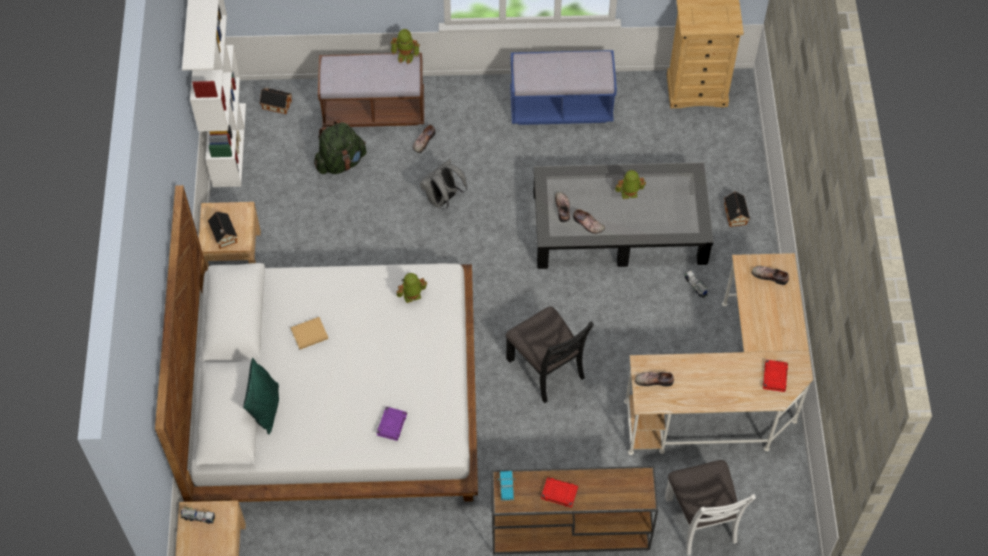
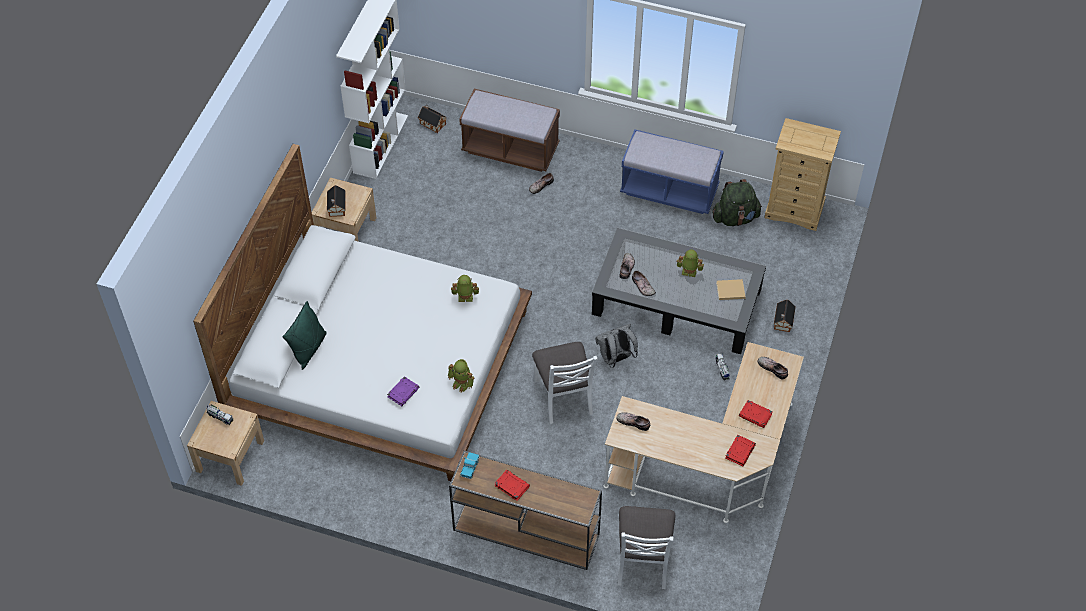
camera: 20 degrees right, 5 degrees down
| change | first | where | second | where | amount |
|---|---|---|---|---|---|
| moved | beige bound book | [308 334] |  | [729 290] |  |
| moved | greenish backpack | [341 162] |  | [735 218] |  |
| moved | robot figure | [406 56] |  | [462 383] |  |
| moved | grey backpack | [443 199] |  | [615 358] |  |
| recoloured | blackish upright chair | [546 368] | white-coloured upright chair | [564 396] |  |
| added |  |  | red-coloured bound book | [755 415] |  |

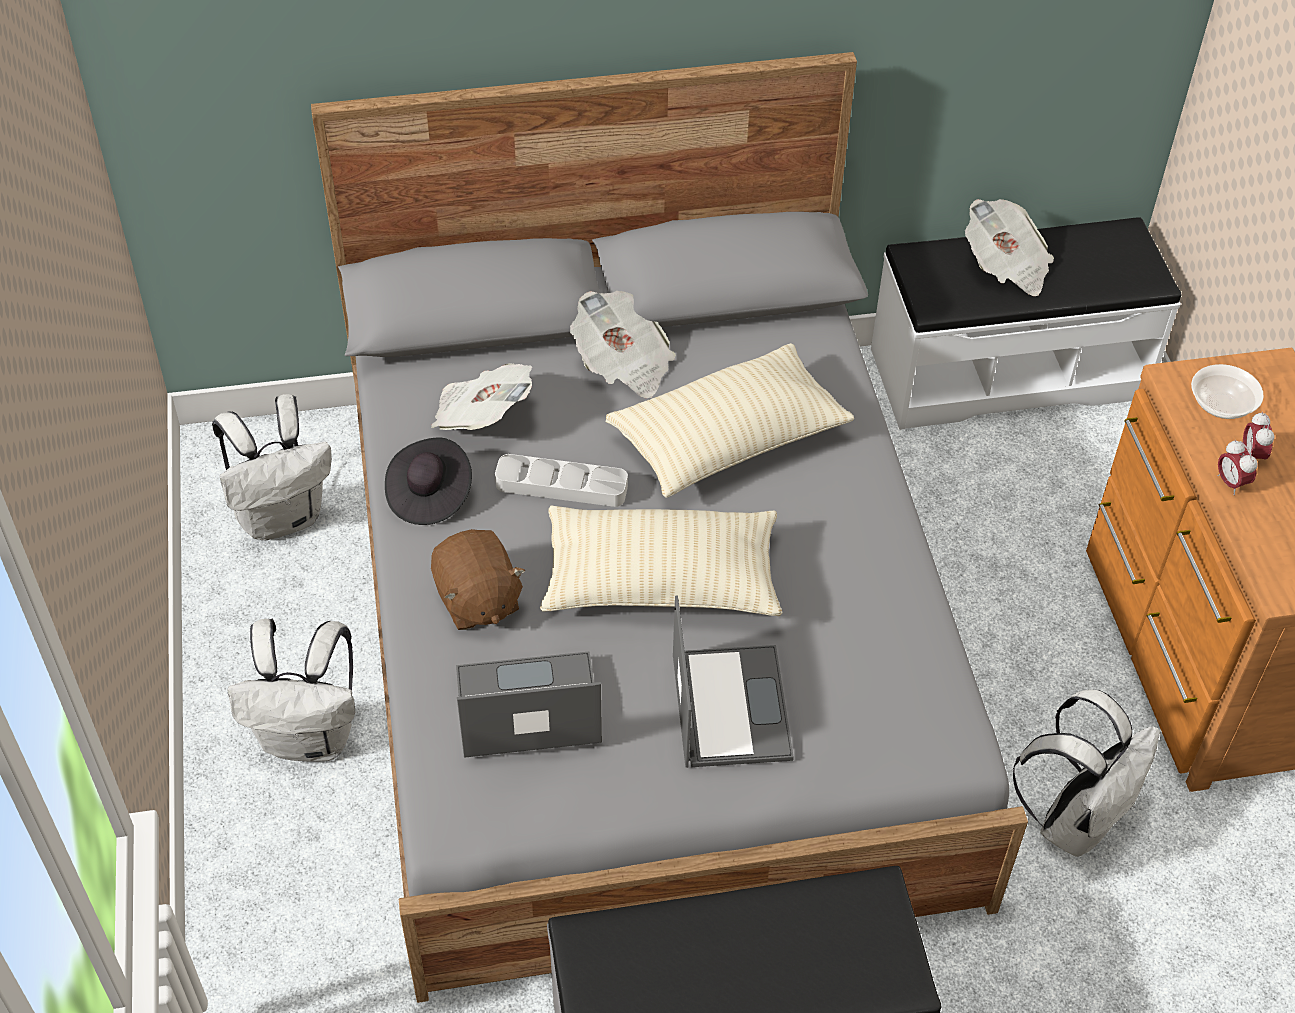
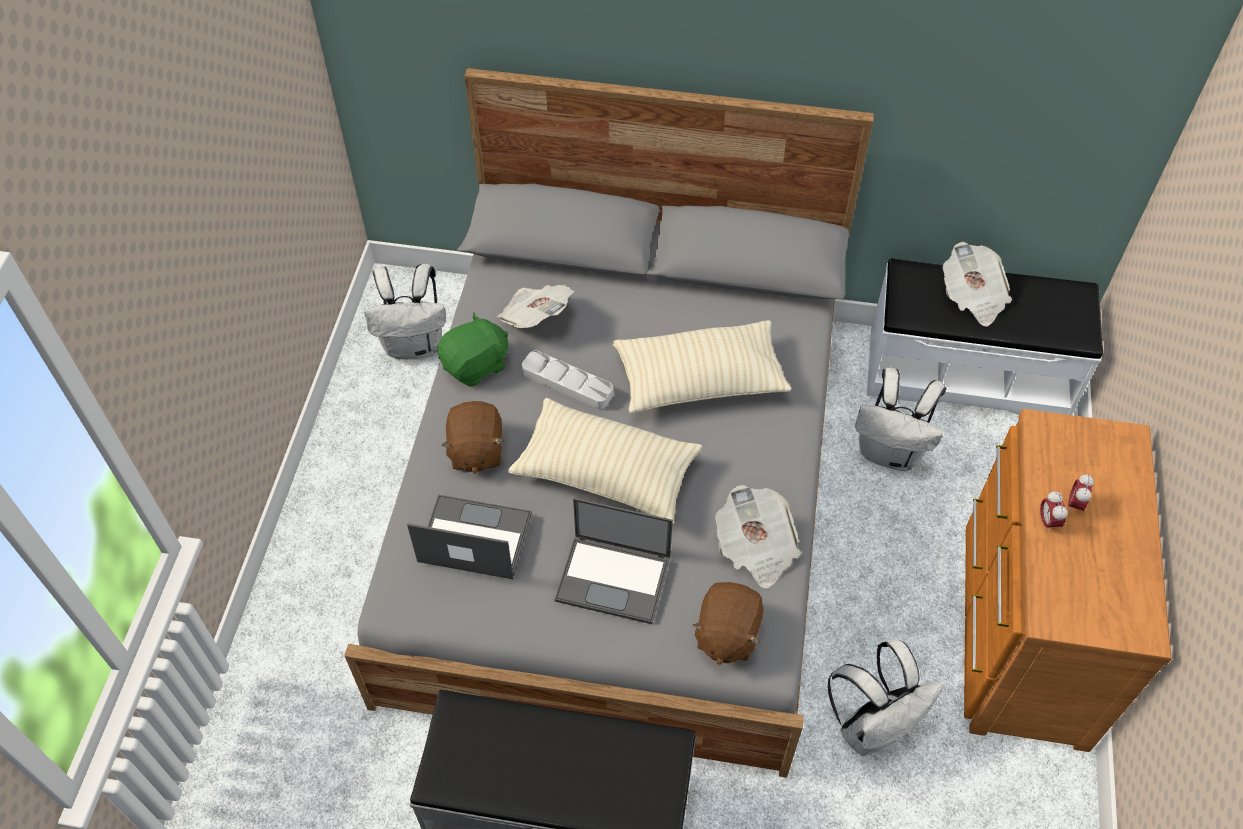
camera: 20 degrees right, 5 degrees up
| change | first | where | second | where | amount |
|---|---|---|---|---|---|
| moved | white-coloured backpack | [310 737] |  | [890 452] |  |
| replaced | blackish hat | [429 495] | greenish cuddly toy | [476 365] |  |
| moved | daily paper | [623 364] |  | [756 548] |  |
| turned | notebook computer | [730 705] |  | [615 578] | 90 degrees clockwise |
| removed | deep dish | [1221 405] |  |  |  |
| added |  |  | brownish cuddly toy | [726 634] |  |

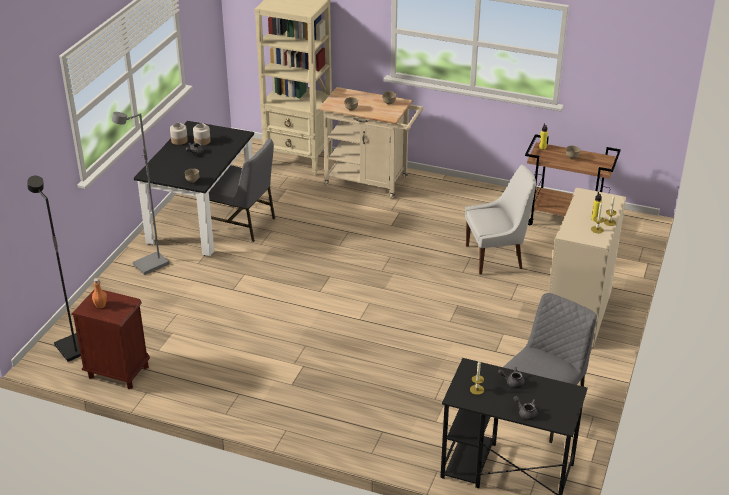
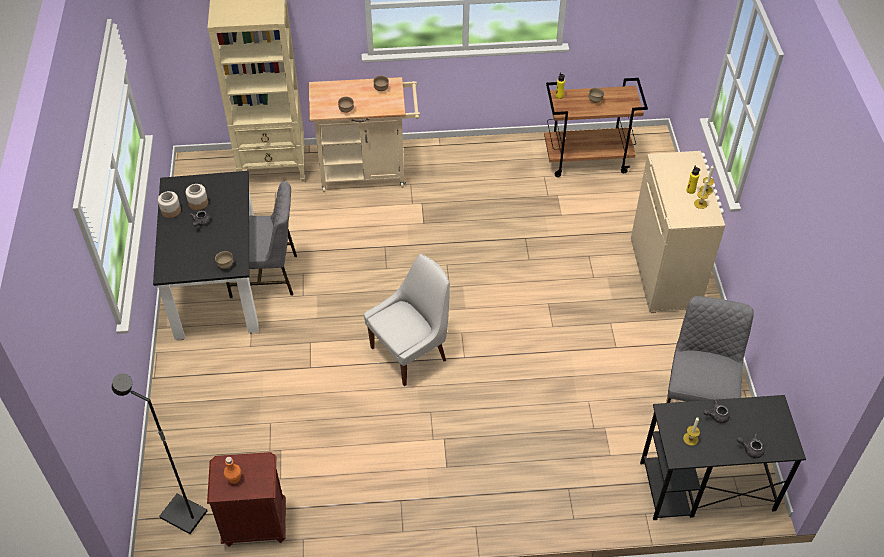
camera: 25 degrees left, 15 degrees up
| change | first | where | second | where | amount |
|---|---|---|---|---|---|
| removed | grey standard lamp | [151 265] |  |  |  |
| moved | white-coloured upright chair | [496 257] |  | [411 352] |  |

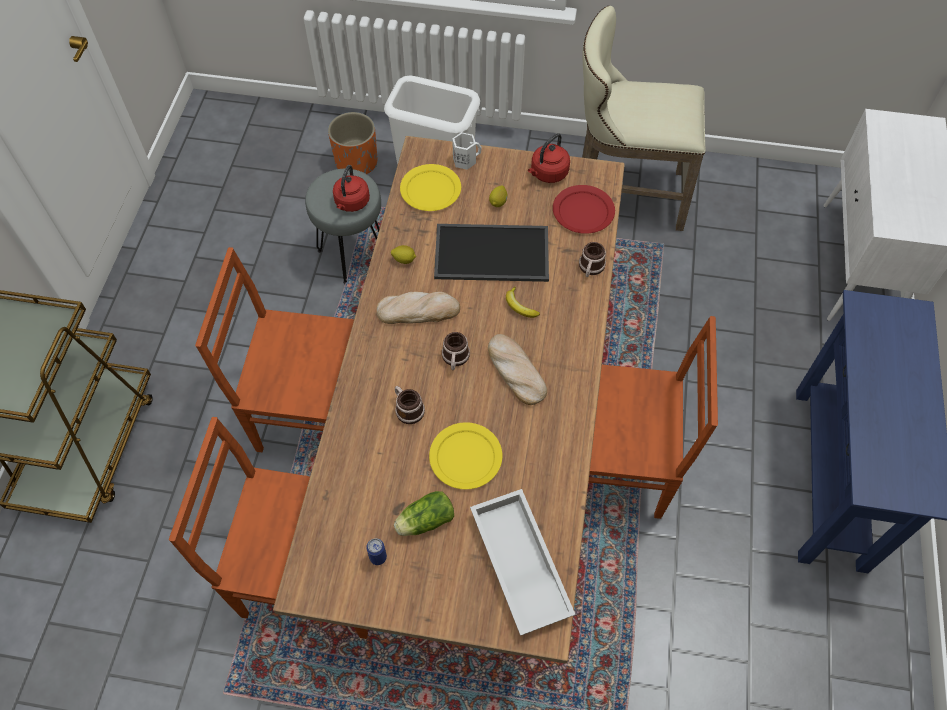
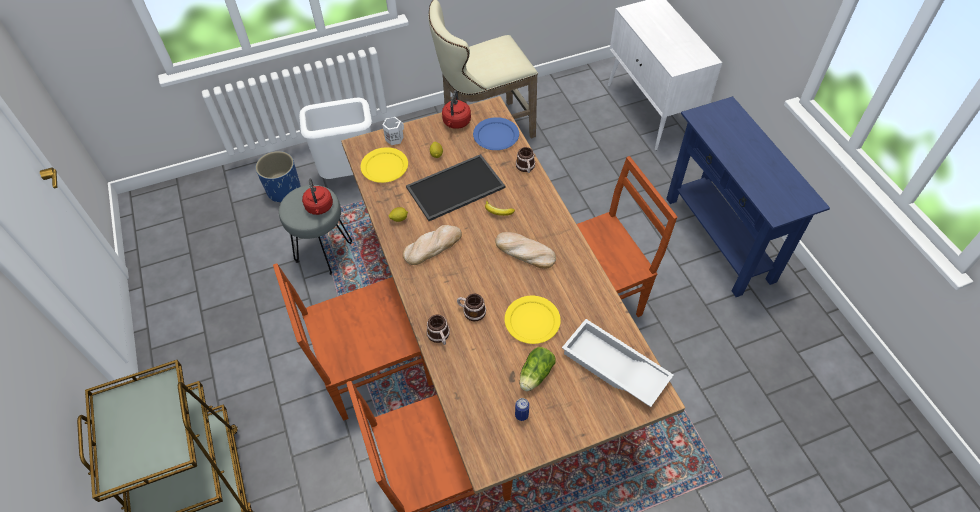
camera: 30 degrees left, 5 degrees down
| change | first | where | second | where | amount |
|---|---|---|---|---|---|
| recoloured | orange plant pot | [356 162] | bluish plant pot | [284 190] |  |
| moved | coffee mug | [455 359] |  | [439 336] |  |
| recoloured | red-coloured flat dish | [583 211] | bluish flat dish | [496 135] |  |

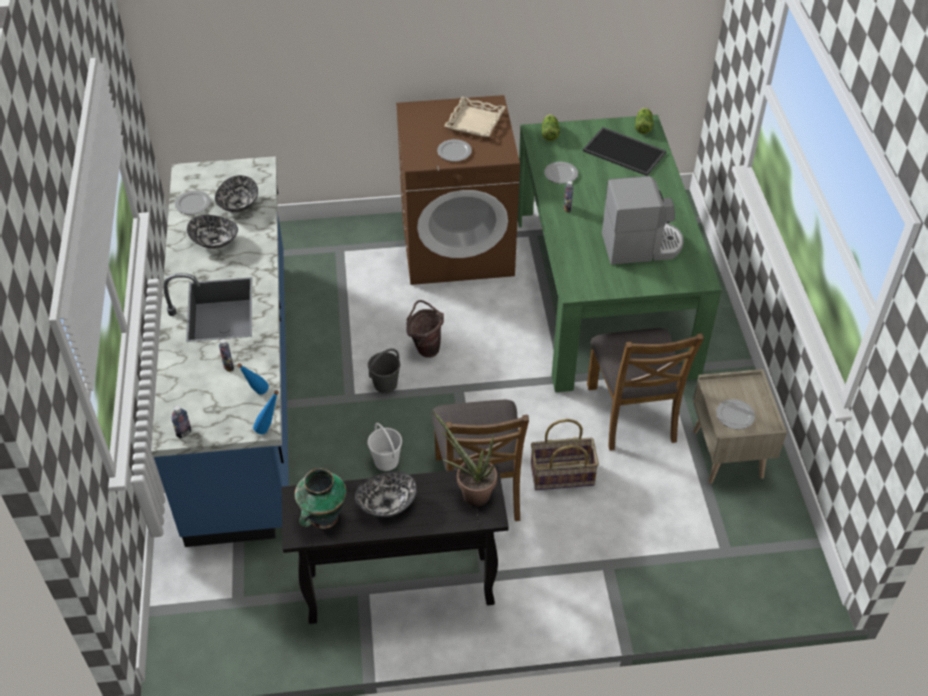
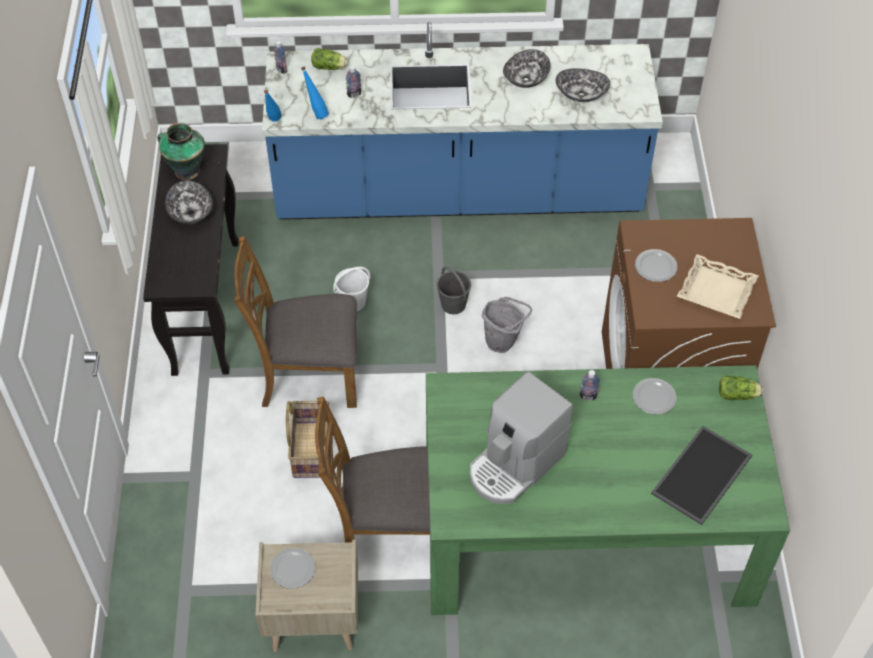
camera: 95 degrees right, 5 degrees up
| change | first | where | second | where | amount |
|---|---|---|---|---|---|
| removed | flat dish | [192 204] |  |  |  |
| recoloured | brownish pail | [425 347] | grey pail | [503 342] |  |
| removed | potted plant | [470 492] |  |  |  |
| turned | coffee maker | [641 245] |  | [515 465] | 45 degrees clockwise |
| moved | lettuce | [643 126] |  | [330 67] |  |

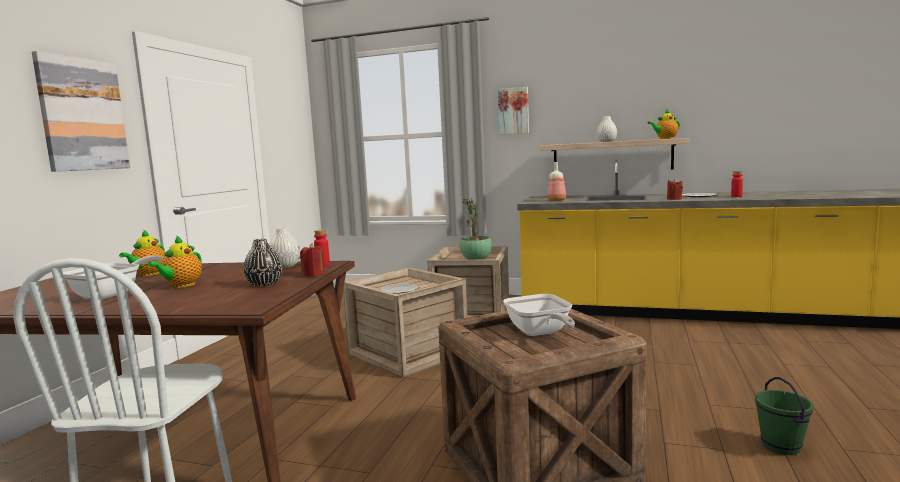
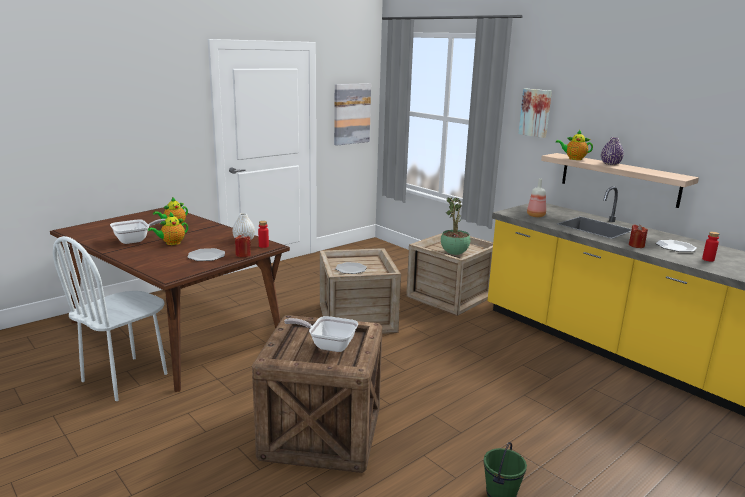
camera: 30 degrees right, 10 degrees up
| change | first | where | second | where | amount |
|---|---|---|---|---|---|
| moved | picture | [82 114] |  | [351 114] |  |
| replaced | blackish flower vase | [264 284] | flat dish | [206 256] |  |
| turned | frying pan | [540 333] |  | [328 345] | 90 degrees clockwise |
| recoloured | white-coloured flower vase | [606 141] | purple flower vase | [610 164] |  |
| moved | pot for tea | [665 138] |  | [573 159] |  |

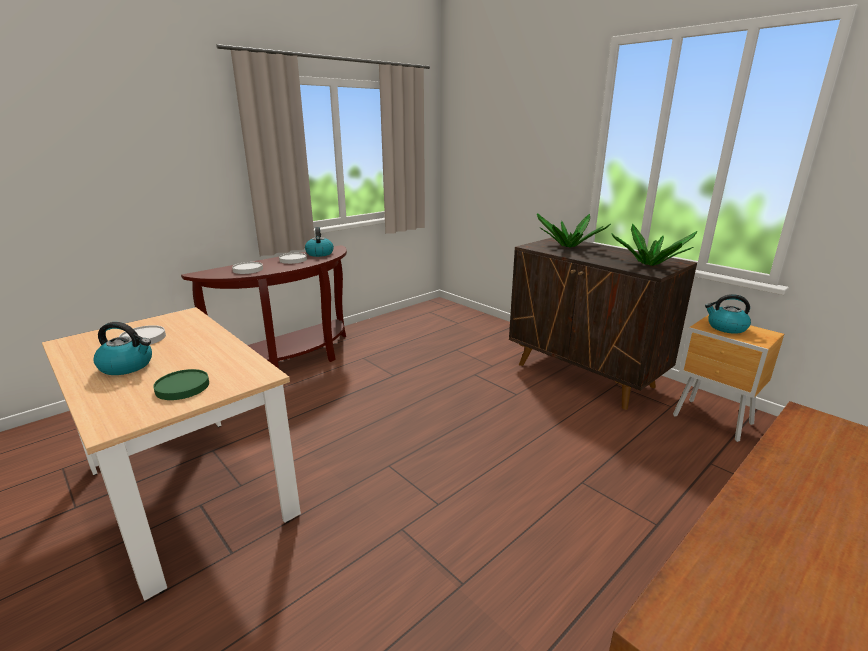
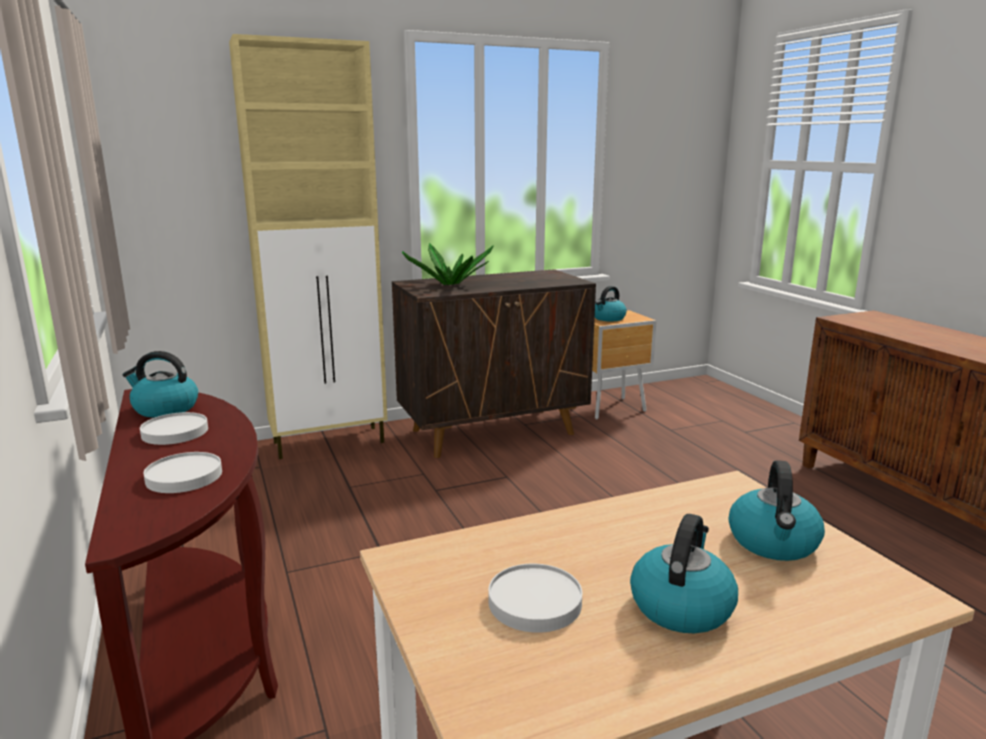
camera: 70 degrees left, 5 degrees down
| change | first | where | second | where | amount |
|---|---|---|---|---|---|
| replaced | greenish flat dish | [183 387] | water kettle | [773 543] |  |
| removed | potted plant | [649 264] |  |  |  |
| added |  |  | beige storage cabinet | [330 442] |  |

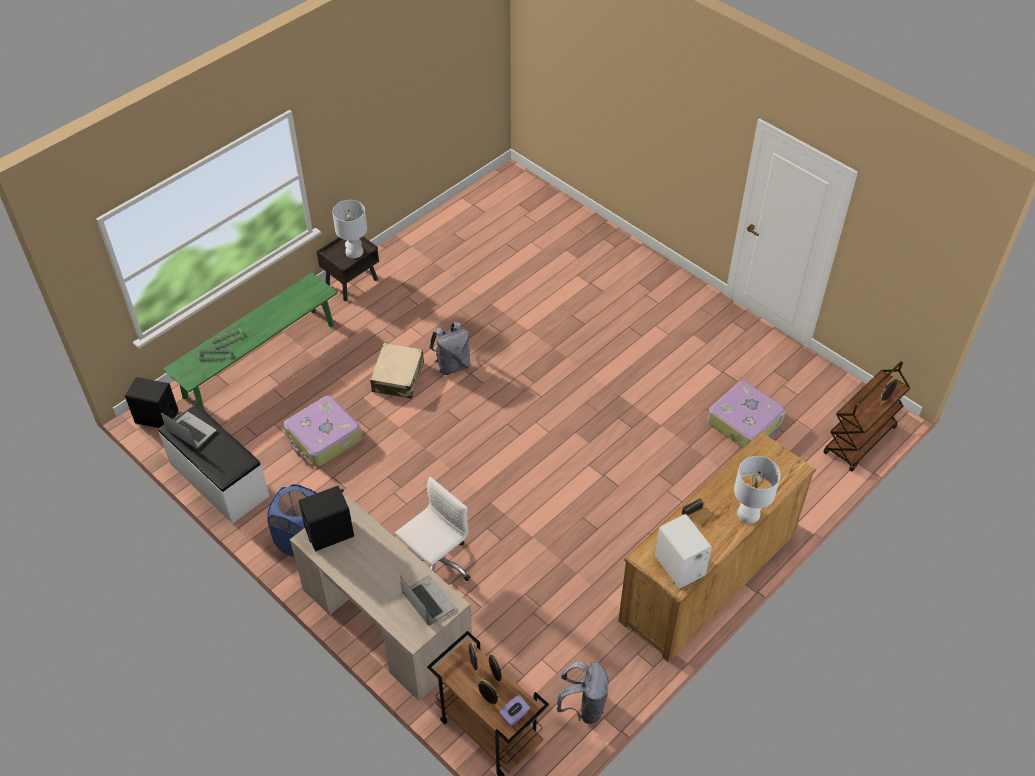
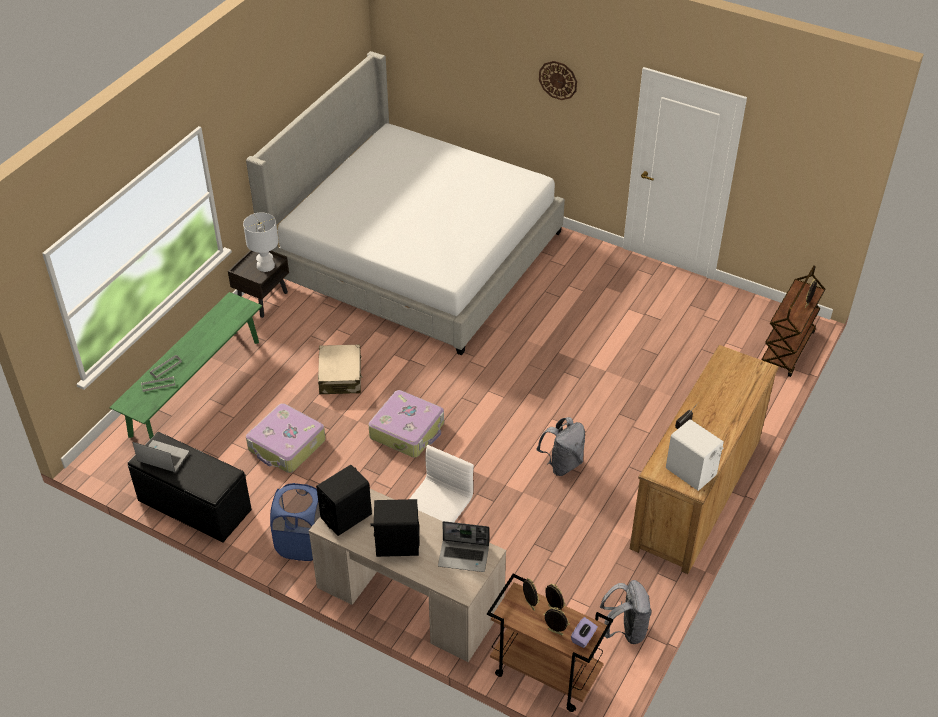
camera: 15 degrees left, 5 degrees down
| change | first | where | second | where | amount |
|---|---|---|---|---|---|
| moved | blackish audio speaker | [156 417] |  | [397 544] |  |
| recoloured | white-coloured long seat | [218 480] | blackish long seat | [194 505] |  |
| turned | notebook computer | [427 601] |  | [464 556] | 150 degrees clockwise |
| moved | grey backpack | [452 365] |  | [562 464] |  |
| moved | travel case | [745 422] |  | [408 430] |  |
| removed | white-coloured table lamp | [749 514] |  |  |  |
| added |  |  | sleeping bed | [416 255] |  |
| added |  |  | wall clock | [558 80] |  |

